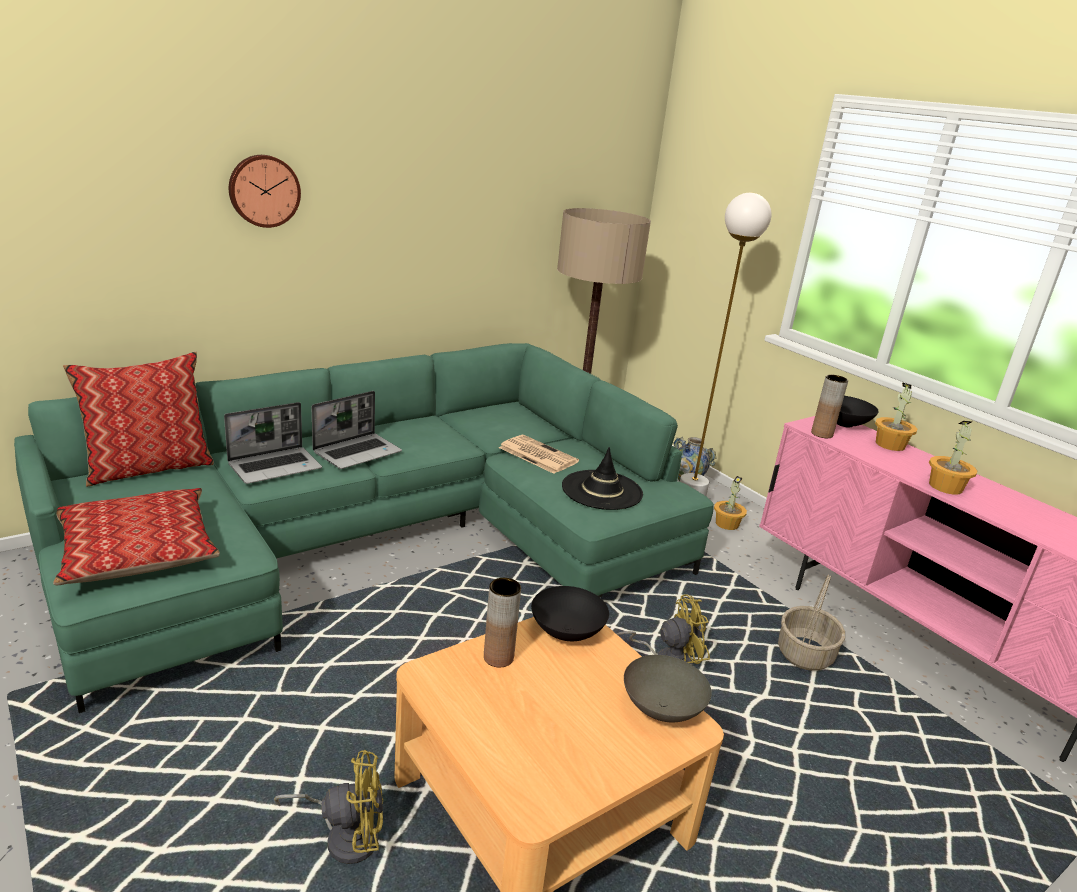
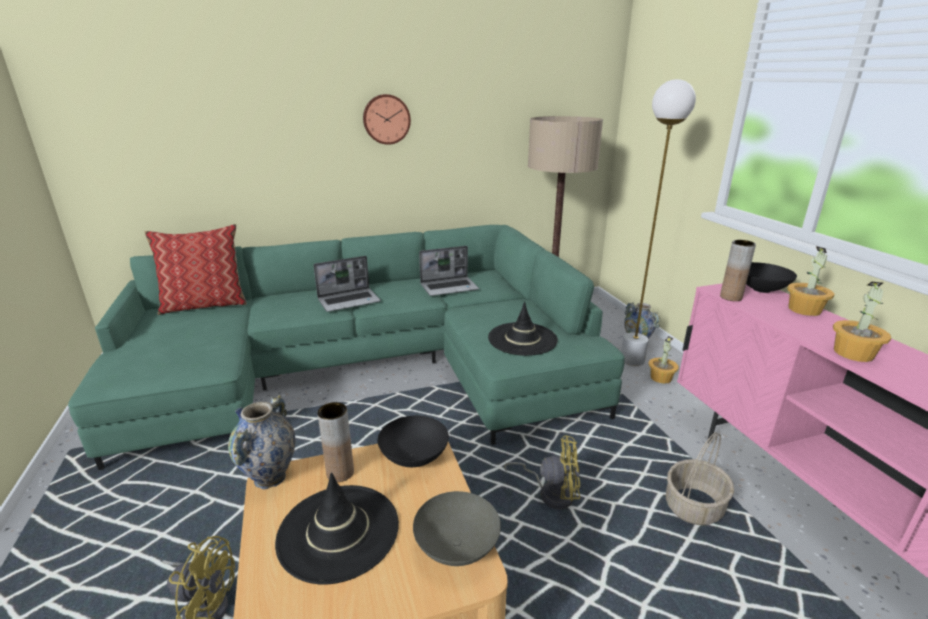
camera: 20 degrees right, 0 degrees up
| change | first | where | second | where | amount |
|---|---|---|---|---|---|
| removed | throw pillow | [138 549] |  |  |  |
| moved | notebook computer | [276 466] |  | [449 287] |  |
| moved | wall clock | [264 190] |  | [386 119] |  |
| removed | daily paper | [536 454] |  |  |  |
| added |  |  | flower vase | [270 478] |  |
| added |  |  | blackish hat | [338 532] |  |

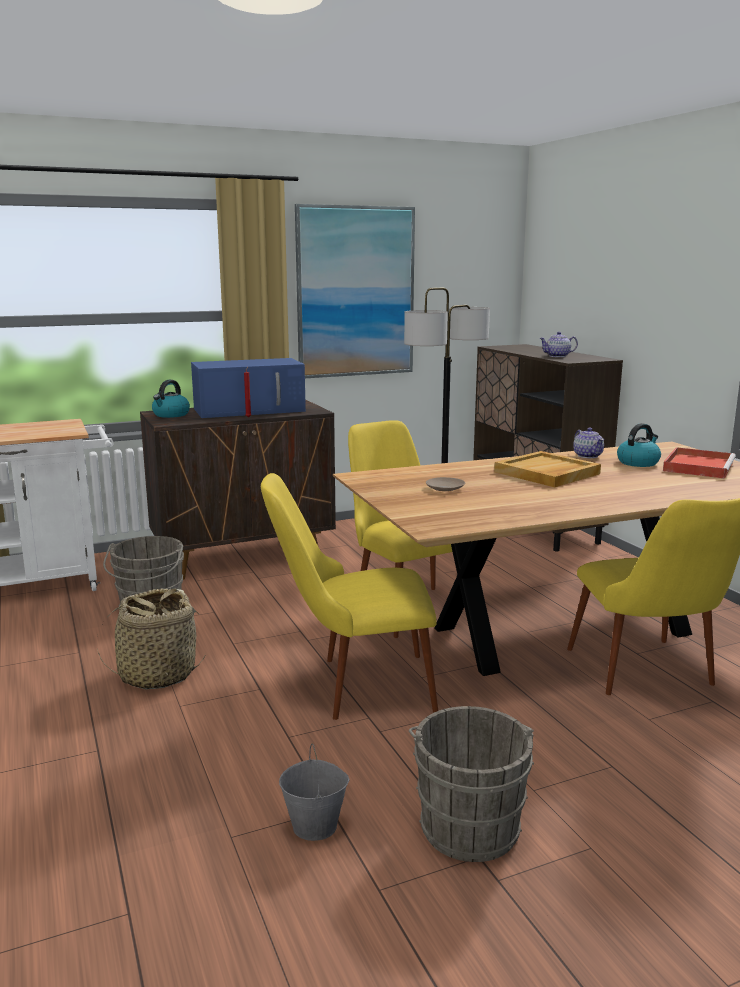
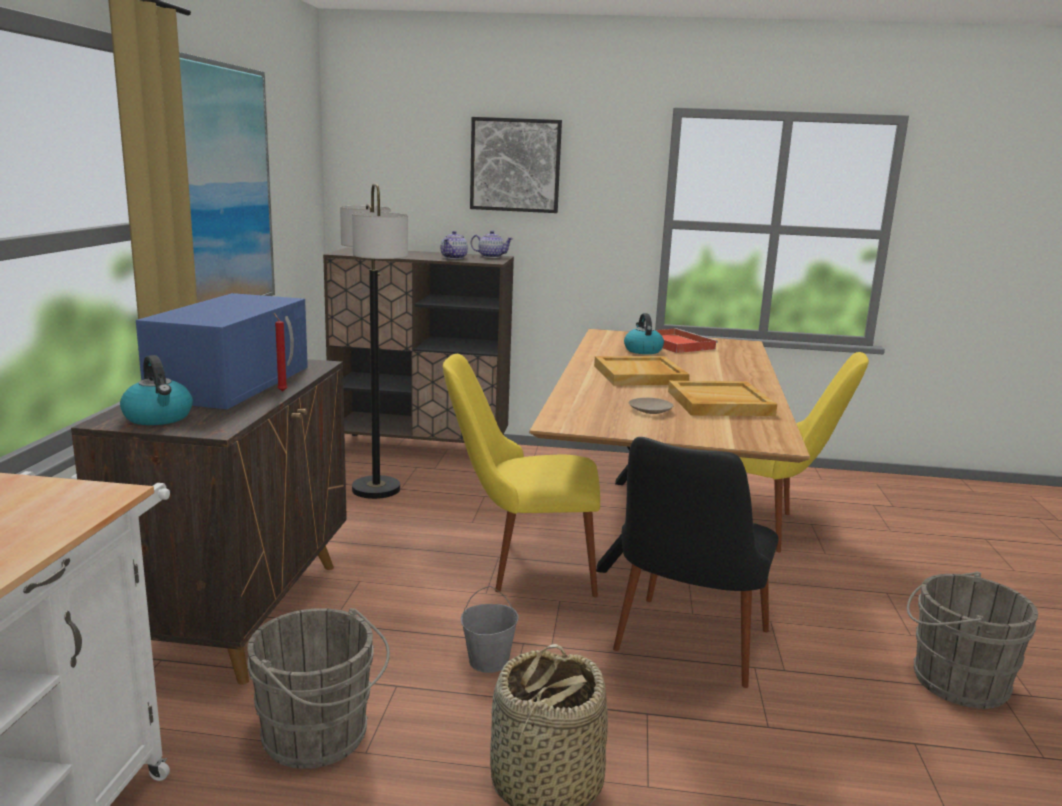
camera: 60 degrees left, 0 degrees up
| change | first | where | second | where | amount |
|---|---|---|---|---|---|
| recoloured | yellow-coloured upright chair | [354 686] | blackish upright chair | [685 654] |  |
| moved | grey pail | [315 826] |  | [489 661] |  |
| moved | pot for tea | [587 456] |  | [491 256] |  |
| added |  |  | picture | [515 165] |  |
| added |  |  | beige tray | [719 403] |  |

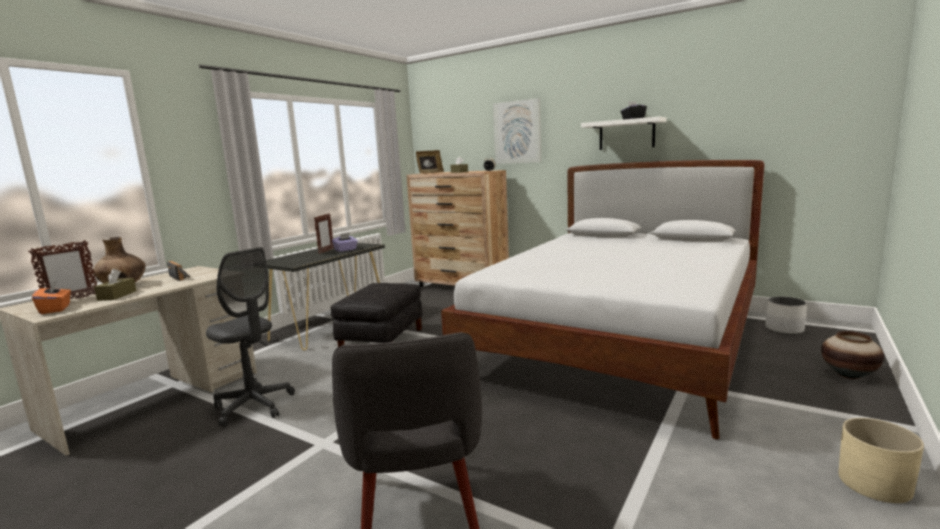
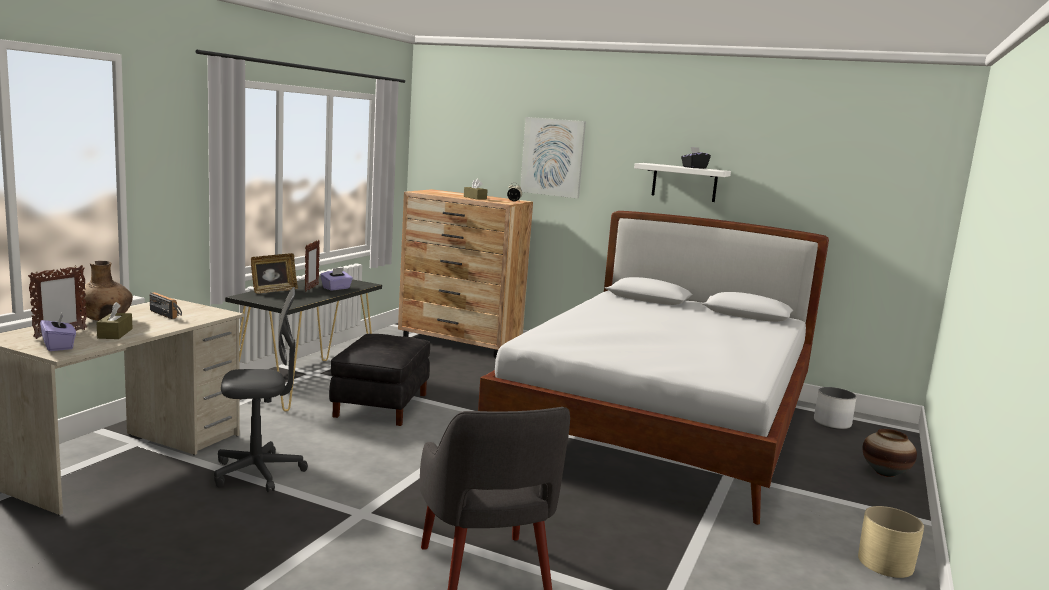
camera: 10 degrees left, 0 degrees up
| change | first | where | second | where | amount |
|---|---|---|---|---|---|
| recoloured | orange tissue box | [56 309] | purple tissue box | [59 346] |  |
| turned | grey desk chair | [254 406] |  | [258 472] | 45 degrees counterclockwise |
| moved | standing frame | [430 173] |  | [273 290] |  |

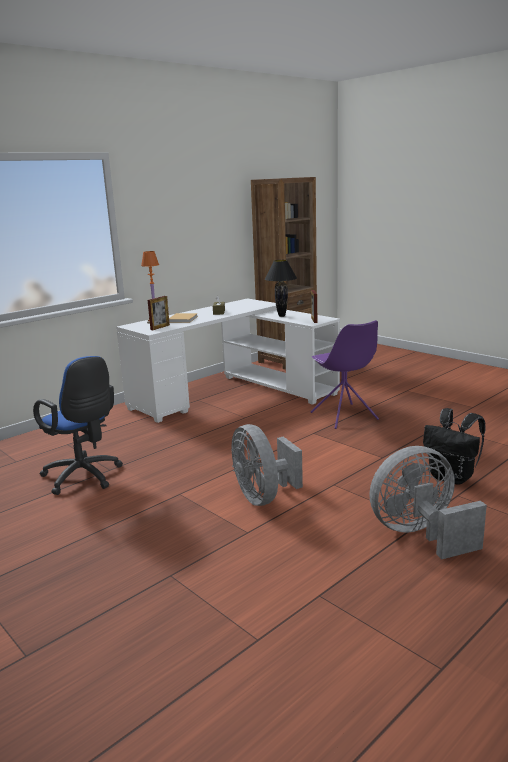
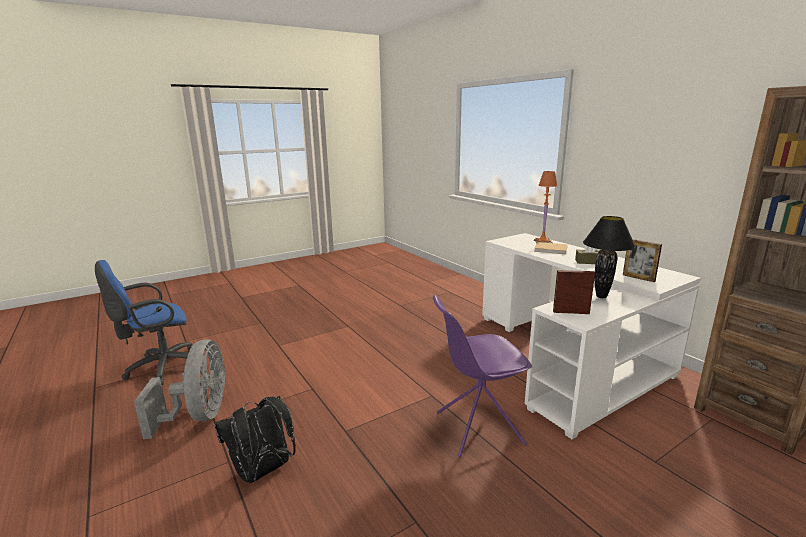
camera: 100 degrees right, 0 degrees up
| change | first | where | second | where | amount |
|---|---|---|---|---|---|
| moved | bluish desk chair | [84 477] |  | [161 368] |  |
| moved | standing frame | [160 327] |  | [638 278] |  |
| removed | grey cooling fan | [263 497] |  |  |  |

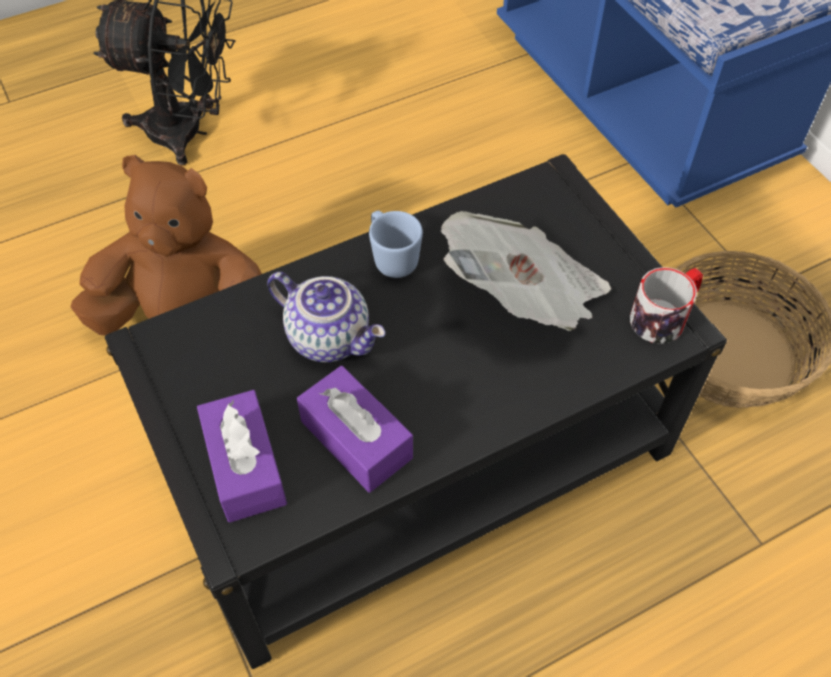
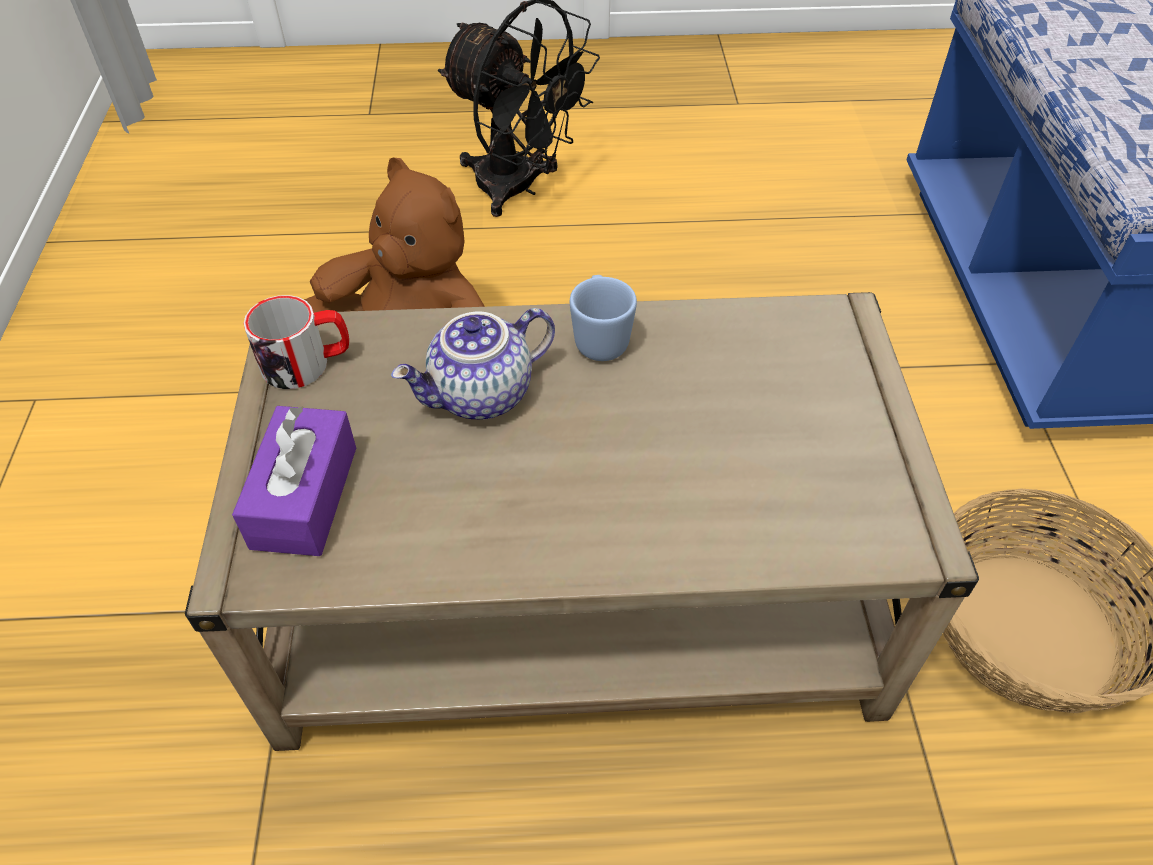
camera: 25 degrees right, 5 degrees down
| change | first | where | second | where | amount |
|---|---|---|---|---|---|
| recoloured | blackish lounge table | [416 453] | beige lounge table | [577 592] |  |
| turned | pot for tea | [330 337] |  | [482 396] | 90 degrees clockwise |
| removed | purple tissue box | [356 439] |  |  |  |
| removed | daily paper | [524 297] |  |  |  |
| moved | coffee mug | [664 316] |  | [307 363] |  |

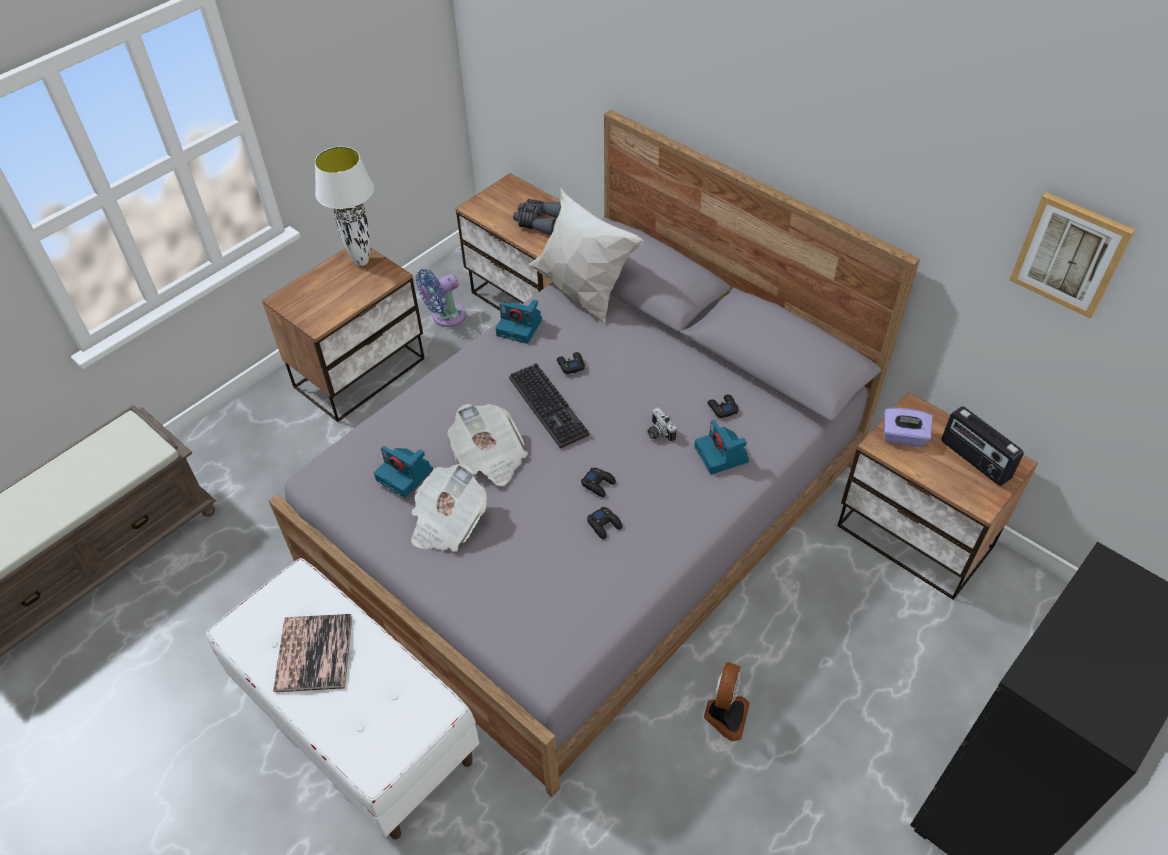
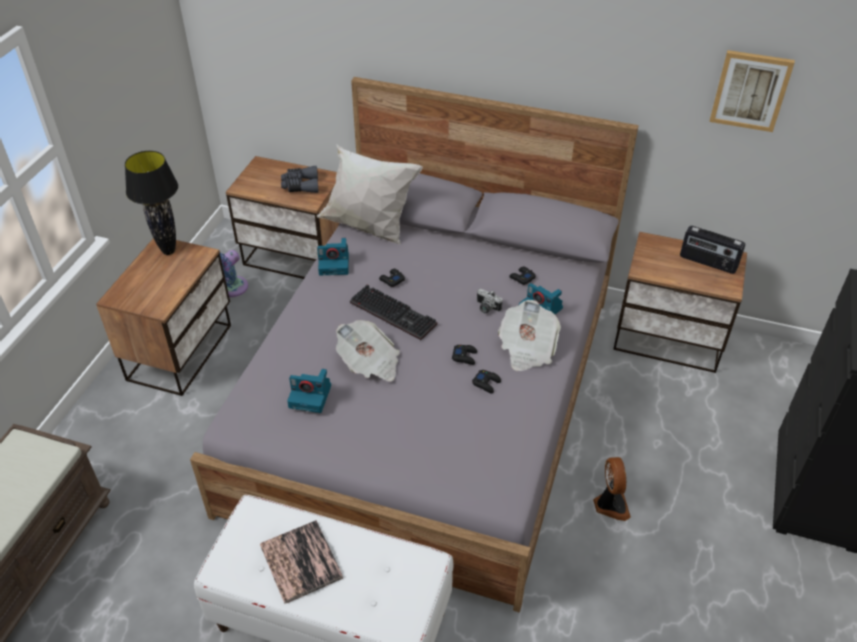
camera: 25 degrees left, 5 degrees down
| change | first | where | second | where | amount |
|---|---|---|---|---|---|
| recoloured | white-coloured table lamp | [362 261] | blackish table lamp | [169 251] |  |
| moved | daily paper | [447 522] |  | [527 348] |  |
| removed | purple tissue box | [903 437] |  |  |  |

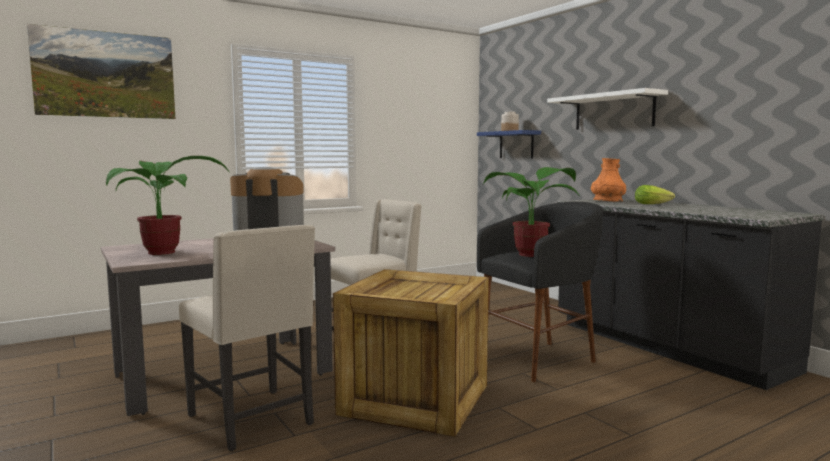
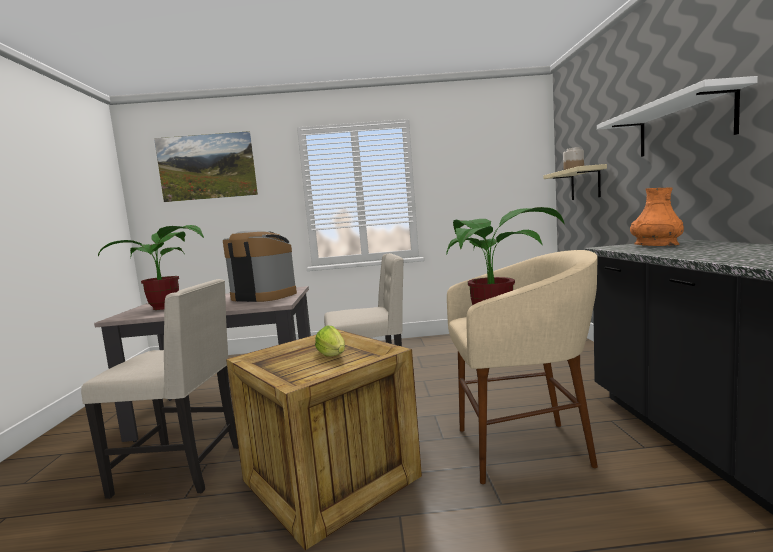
camera: 30 degrees right, 0 degrees up
| change | first | where | second | where | amount |
|---|---|---|---|---|---|
| turned | beige upright chair | [253 420] |  | [183 469] | 75 degrees counterclockwise |
| recoloured | bluish shelf | [516 144] | beige shelf | [585 183] |  |
| recoloured | blackish stool seat | [540 360] | beige stool seat | [523 449] |  |
| moved | lettuce | [654 204] |  | [333 355] |  |

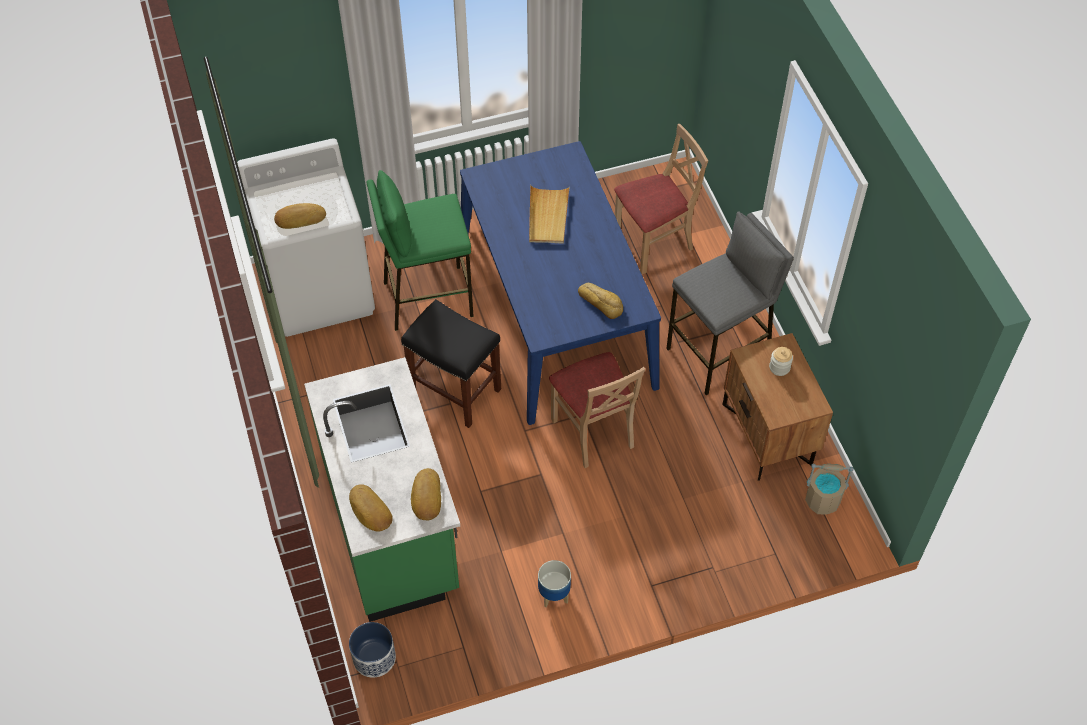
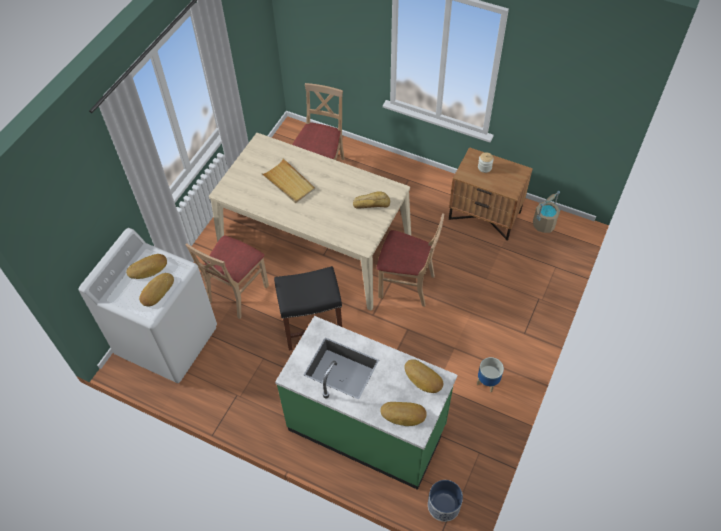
camera: 45 degrees left, 0 degrees up
| change | first | where | second | where | amount |
|---|---|---|---|---|---|
| replaced | greenish stool seat | [427 298] | beige upright chair | [237 293] |  |
| recoloured | bluish dining table | [556 312] | beige dining table | [315 243] |  |
| removed | grey stool seat | [719 353] |  |  |  |
| added |  |  | bread | [148 269] |  |

